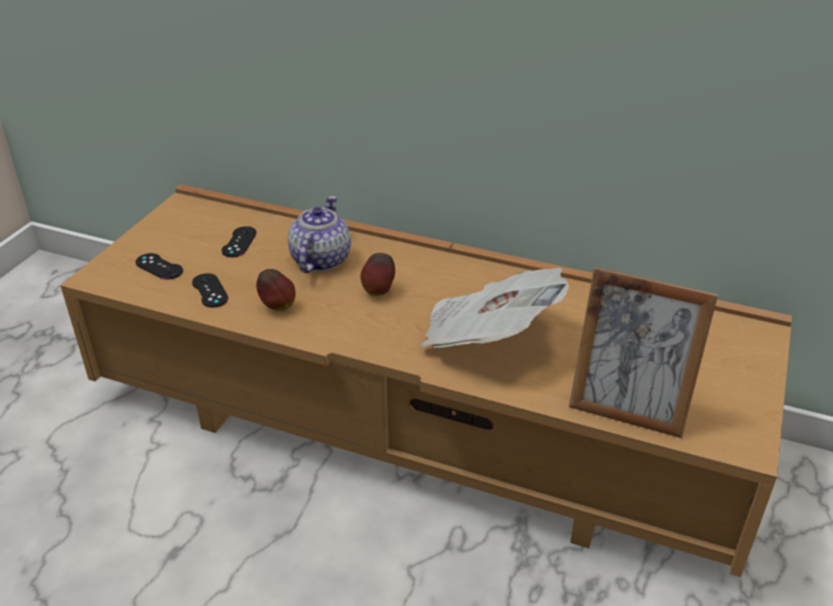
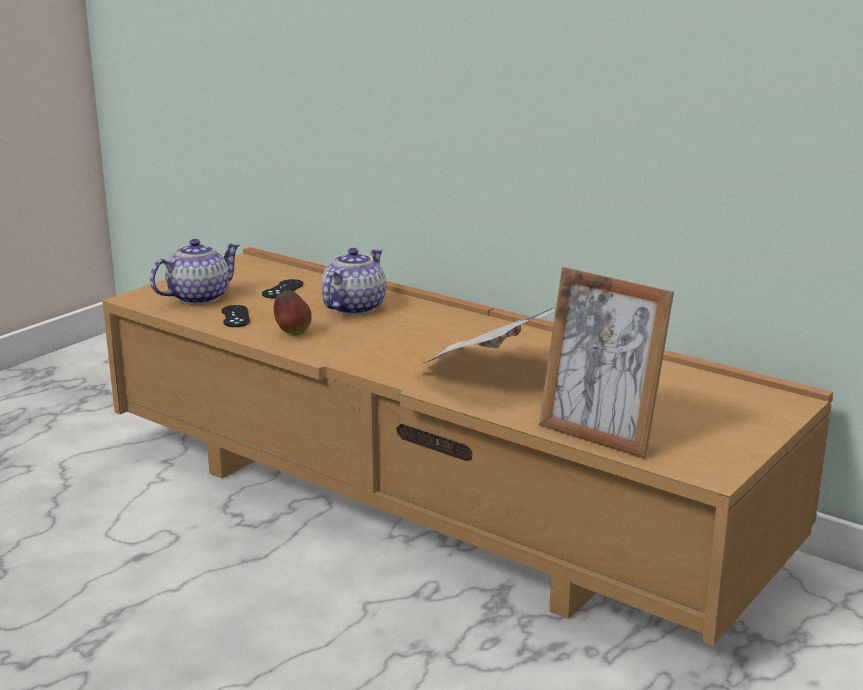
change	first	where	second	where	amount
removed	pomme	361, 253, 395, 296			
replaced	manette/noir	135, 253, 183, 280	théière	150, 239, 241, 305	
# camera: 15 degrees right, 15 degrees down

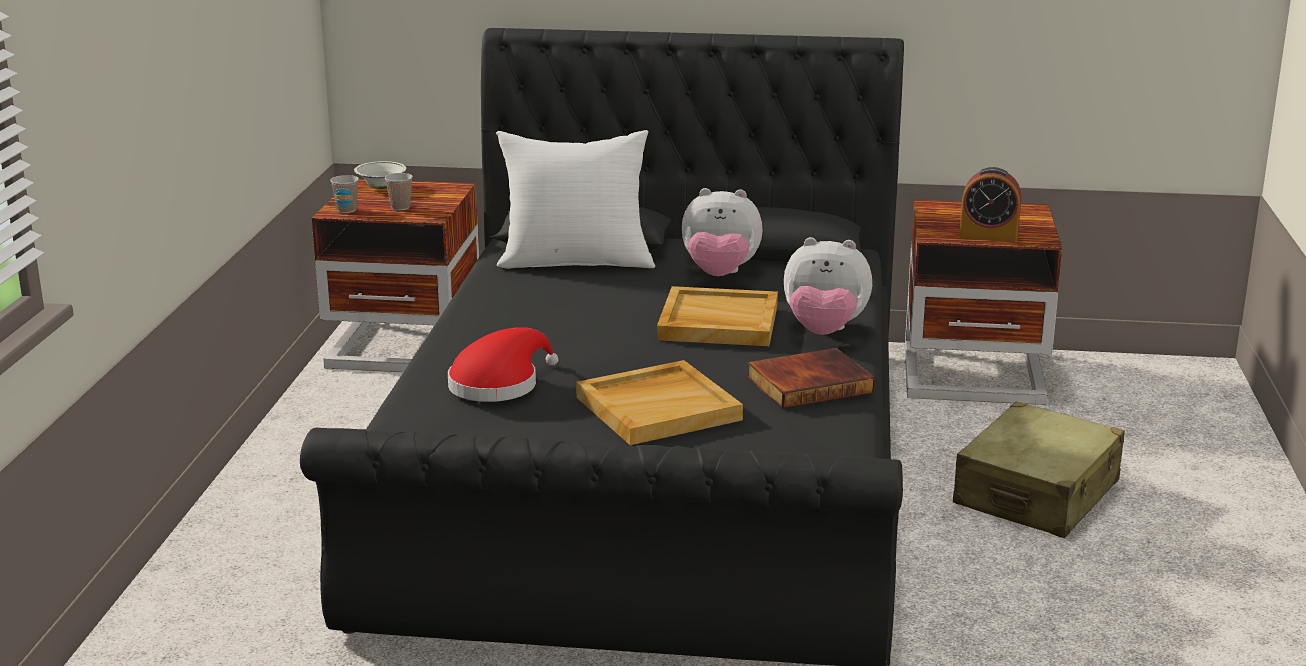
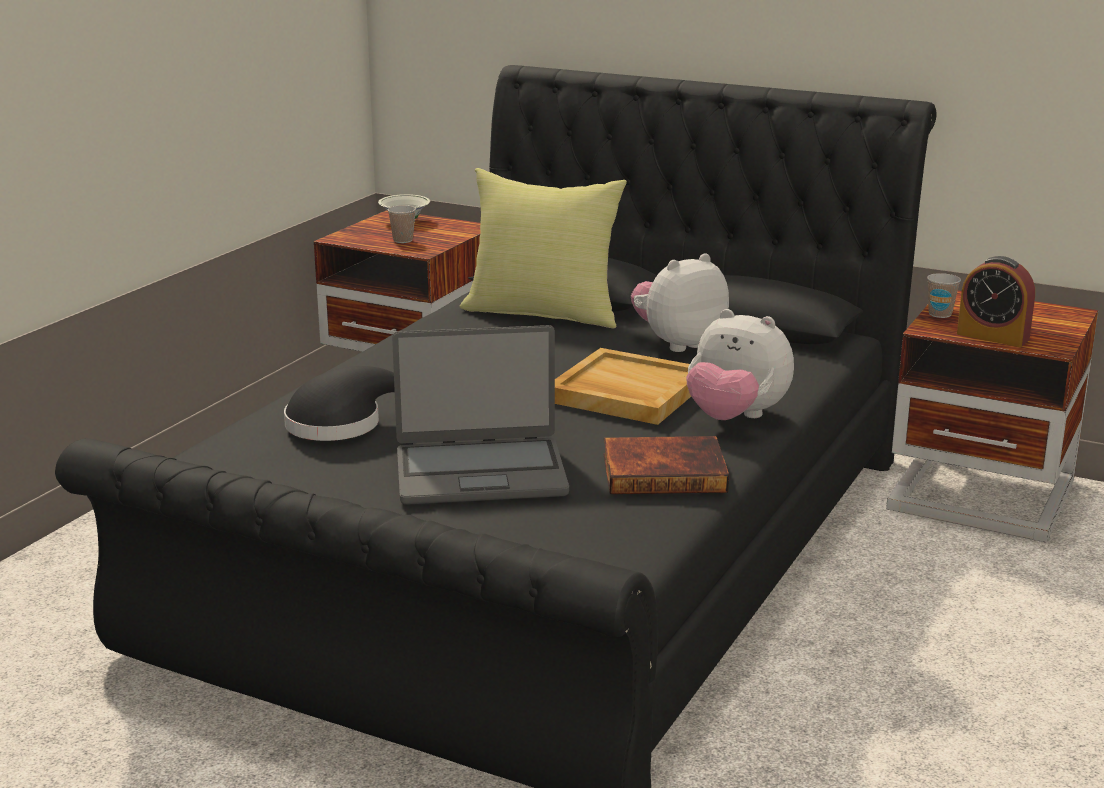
change	first	where	second	where	amount
removed	valise/beige	953, 402, 1125, 538			
moved	tasse	330, 175, 359, 213		927, 273, 961, 318	
replaced	plateau/beige	576, 360, 743, 445	ordinateur portable	392, 325, 569, 505	
recoloured	chapeau/rouge	448, 327, 558, 402	chapeau/noir	284, 366, 395, 441	
recoloured	coussin/blanc	496, 130, 655, 269	coussin/jaune	460, 168, 627, 328	
turned	peluche	682, 188, 763, 276		631, 253, 729, 352	120 degrees clockwise
# camera: 20 degrees right, 0 degrees up

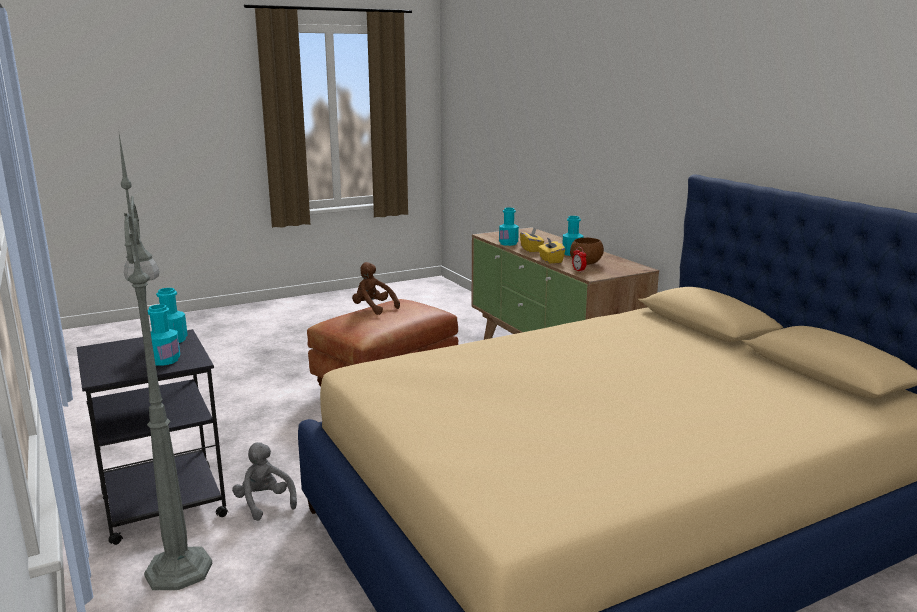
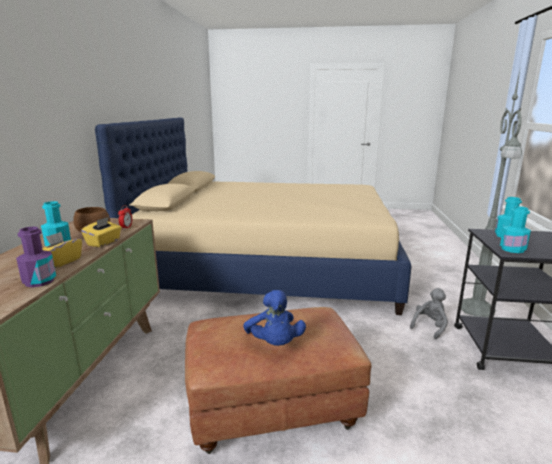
change	first	where	second	where	amount
recoloured	peluche/marron	352, 262, 400, 315	peluche/bleu	243, 290, 306, 346	
recoloured	bouteille/turquoise	499, 208, 519, 246	bouteille/violet	16, 226, 56, 287	
turned	peluche/gris	232, 442, 297, 521		410, 288, 448, 340	135 degrees counterclockwise
# camera: 145 degrees left, 0 degrees up

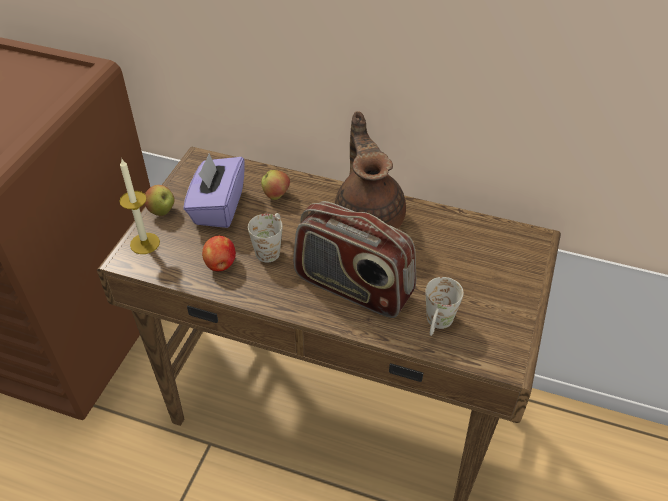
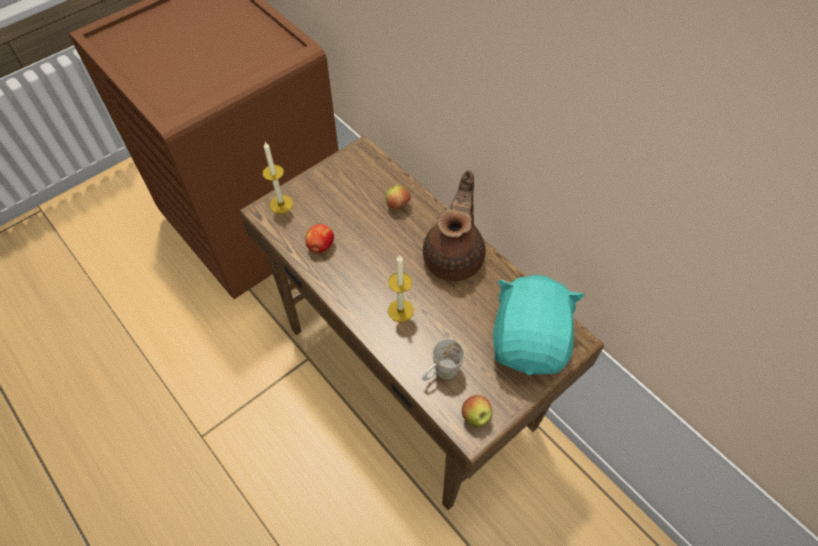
change	first	where	second	where	amount
removed	boîte à mouchoirs/violet	183, 154, 245, 228			
removed	mug/blanc	248, 213, 283, 263			
added			peluche/turquoise	493, 275, 585, 376	
moved	pomme	144, 185, 175, 216		462, 395, 493, 427	
replaced	radio	293, 201, 416, 318	bougie	388, 255, 414, 322	
# camera: 30 degrees right, 10 degrees up

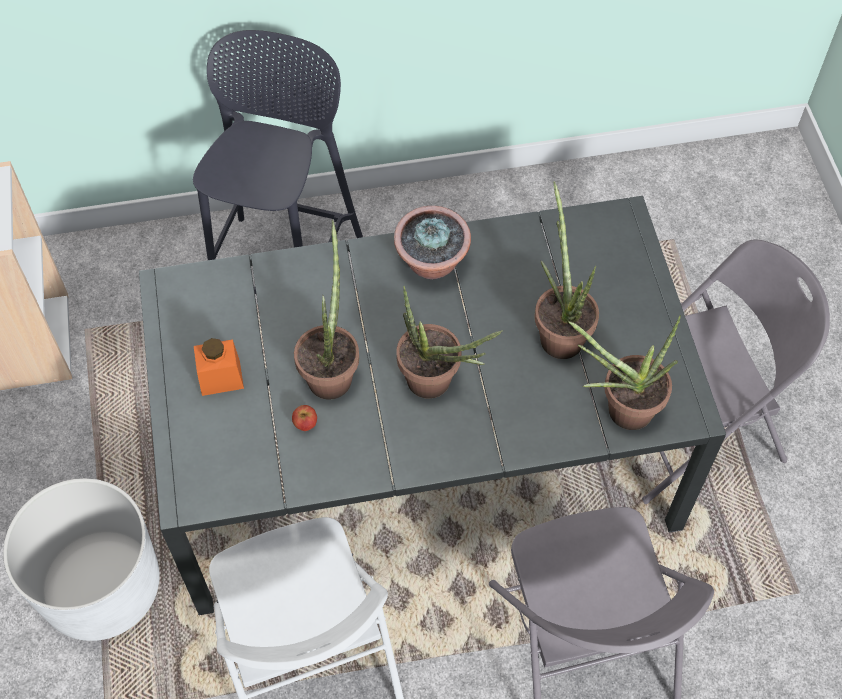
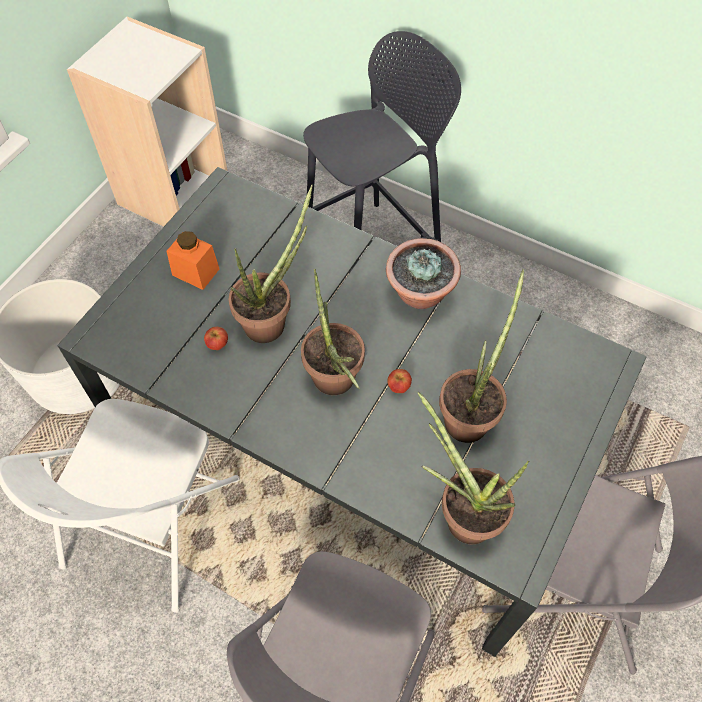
change	first	where	second	where	amount
added			pomme	387, 369, 412, 393	
# camera: 40 degrees right, 0 degrees up

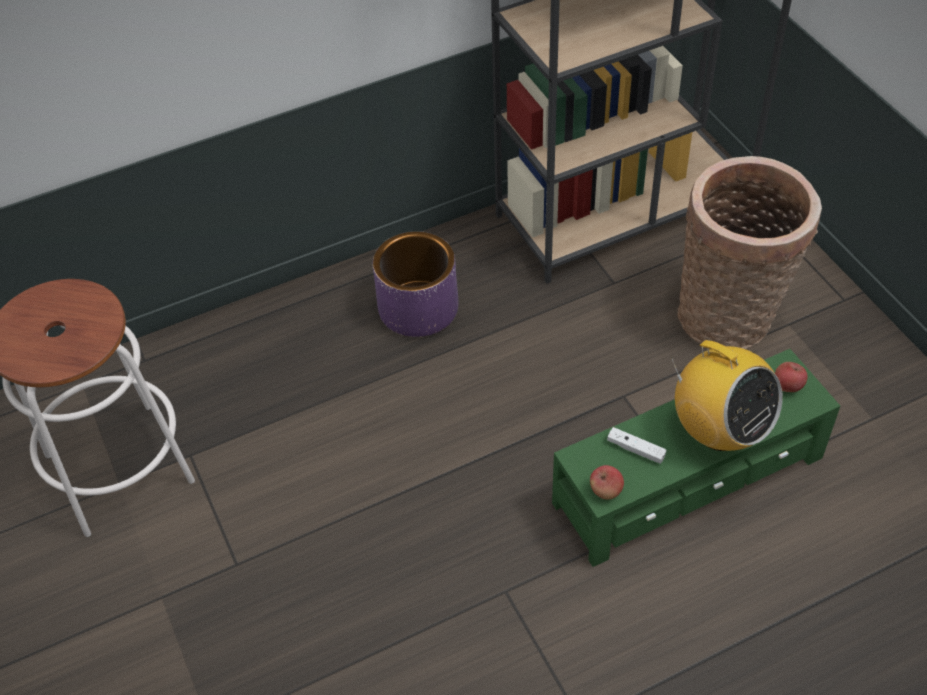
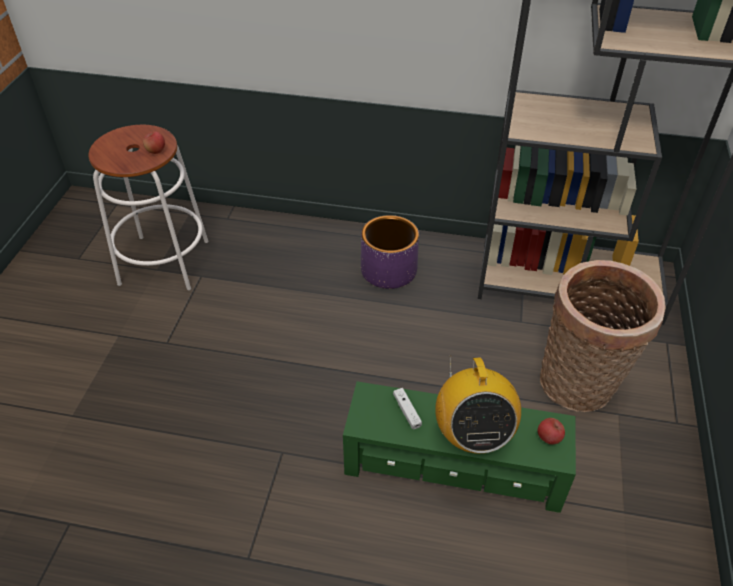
change	first	where	second	where	amount
moved	pomme	590, 465, 624, 499		143, 131, 165, 154	
# camera: 35 degrees right, 5 degrees down

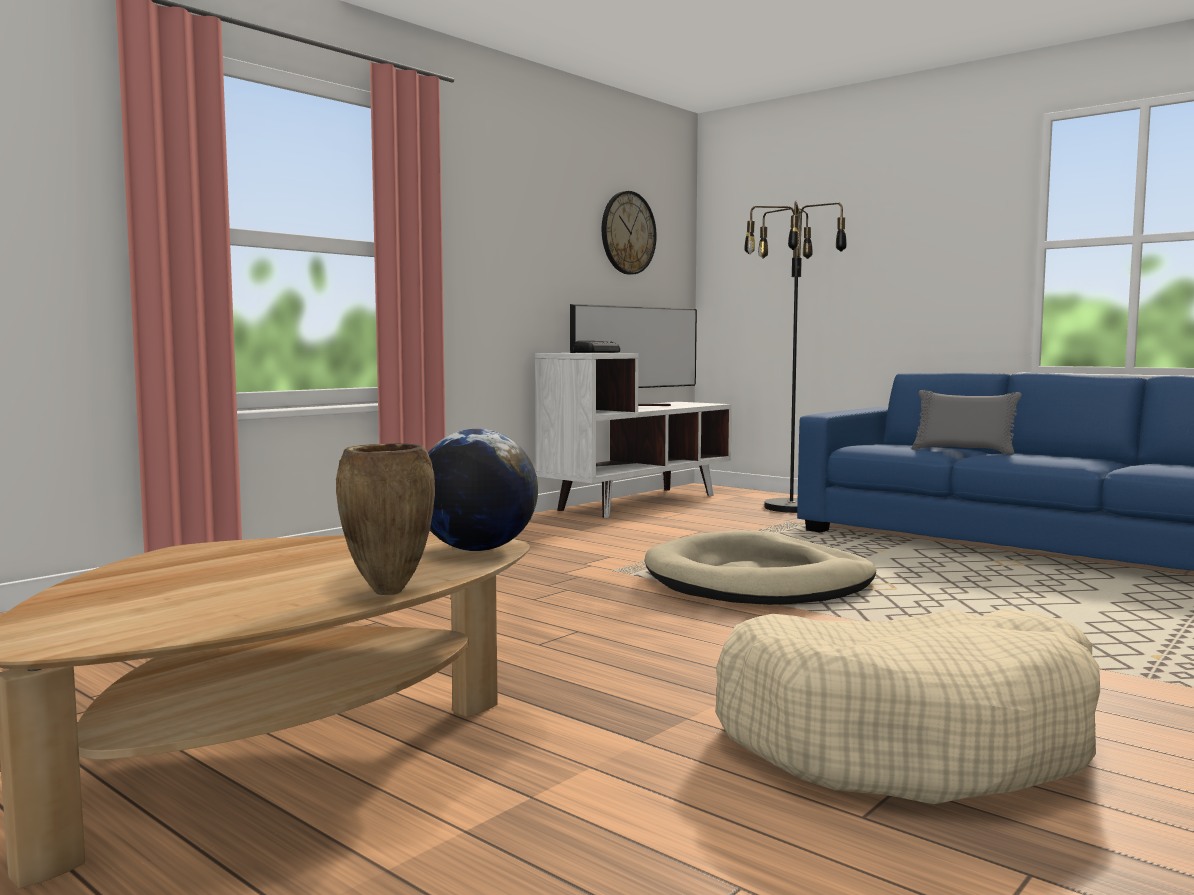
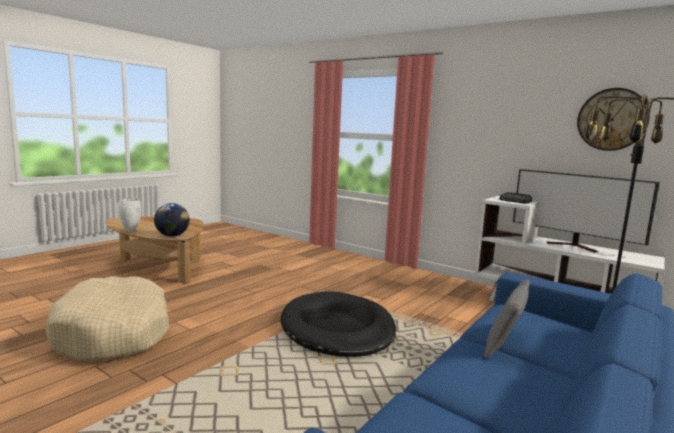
change	first	where	second	where	amount
recoloured	vase/marron	336, 443, 435, 595	vase/blanc	118, 199, 141, 232	
recoloured	panier pour chien/beige	645, 530, 876, 605	panier pour chien/noir	281, 291, 396, 357	
# camera: 85 degrees right, 5 degrees up

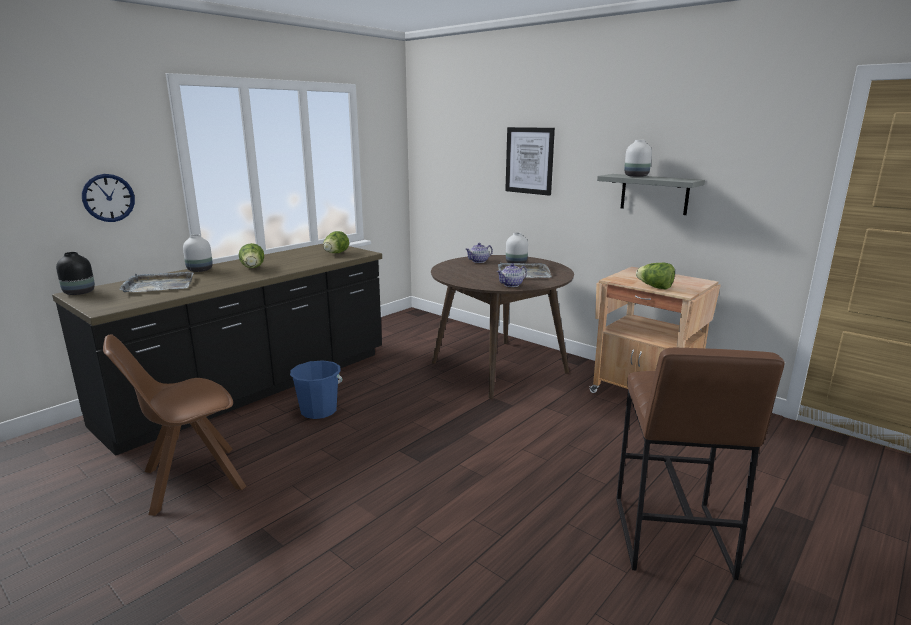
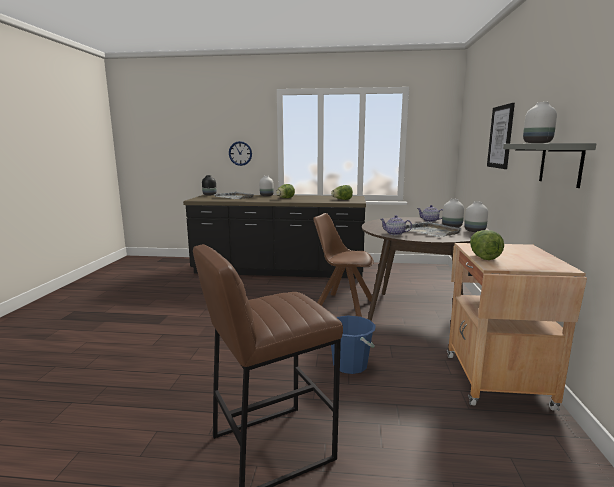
change	first	where	second	where	amount
added			vase/blanc	464, 201, 488, 232	
moved	chaise/marron	103, 334, 246, 516		313, 213, 374, 317	
moved	seau/bleu	290, 360, 342, 419		331, 316, 376, 374	
# camera: 55 degrees right, 5 degrees down

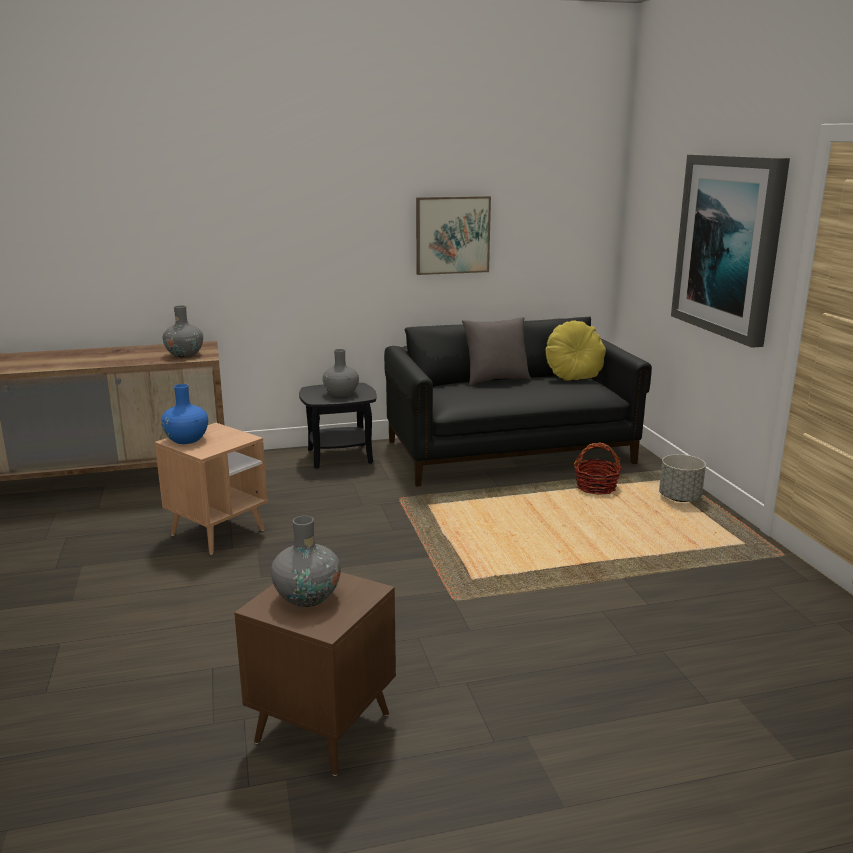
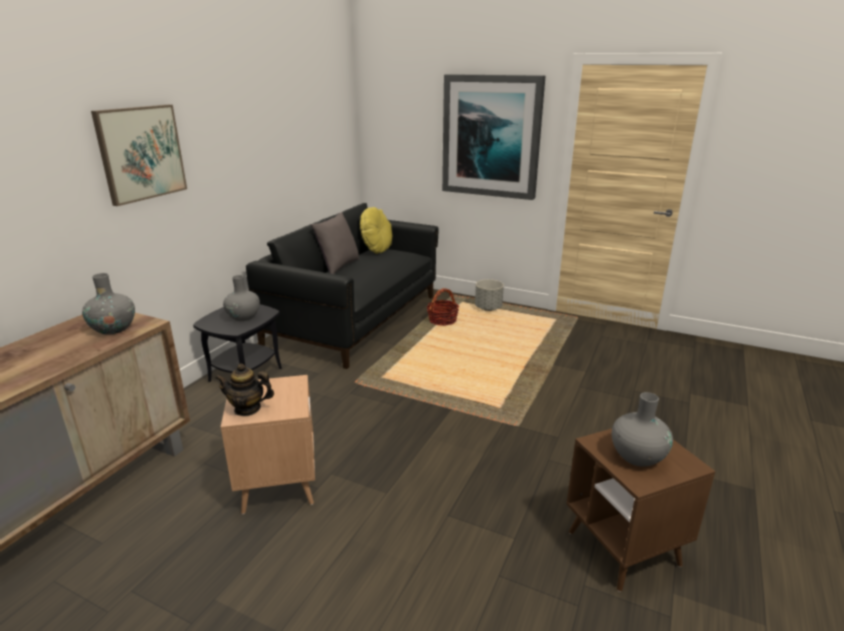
change	first	where	second	where	amount
moved	tableau	416, 196, 491, 275		91, 105, 187, 206	
replaced	vase/bleu	161, 384, 208, 444	théière	215, 364, 274, 416	
# camera: 50 degrees left, 5 degrees up

